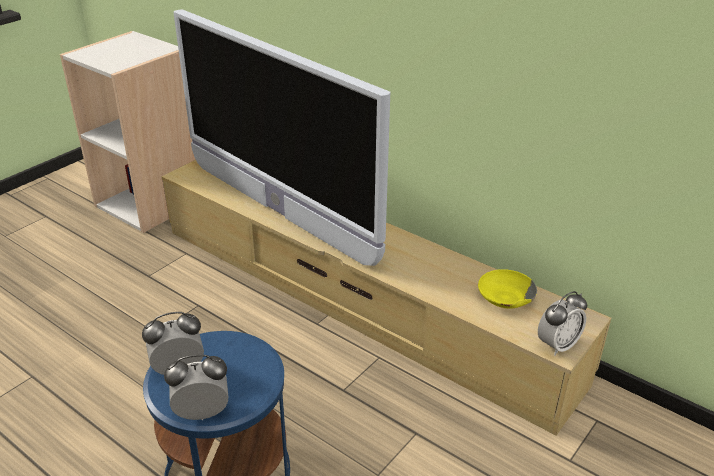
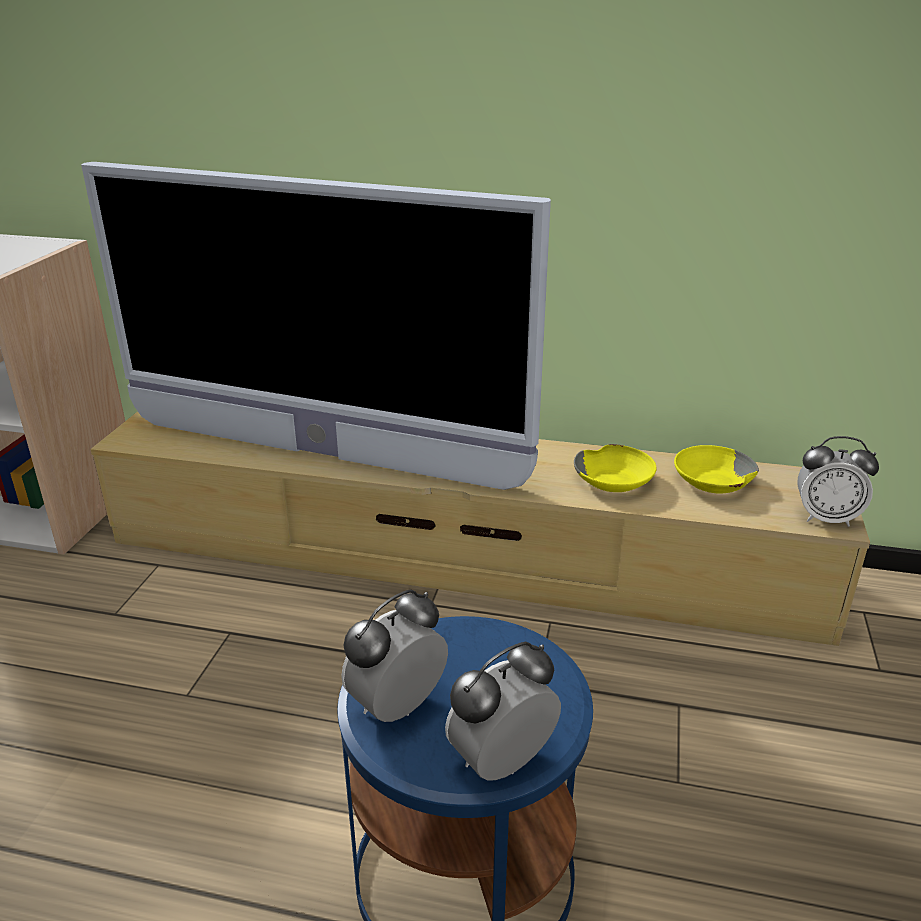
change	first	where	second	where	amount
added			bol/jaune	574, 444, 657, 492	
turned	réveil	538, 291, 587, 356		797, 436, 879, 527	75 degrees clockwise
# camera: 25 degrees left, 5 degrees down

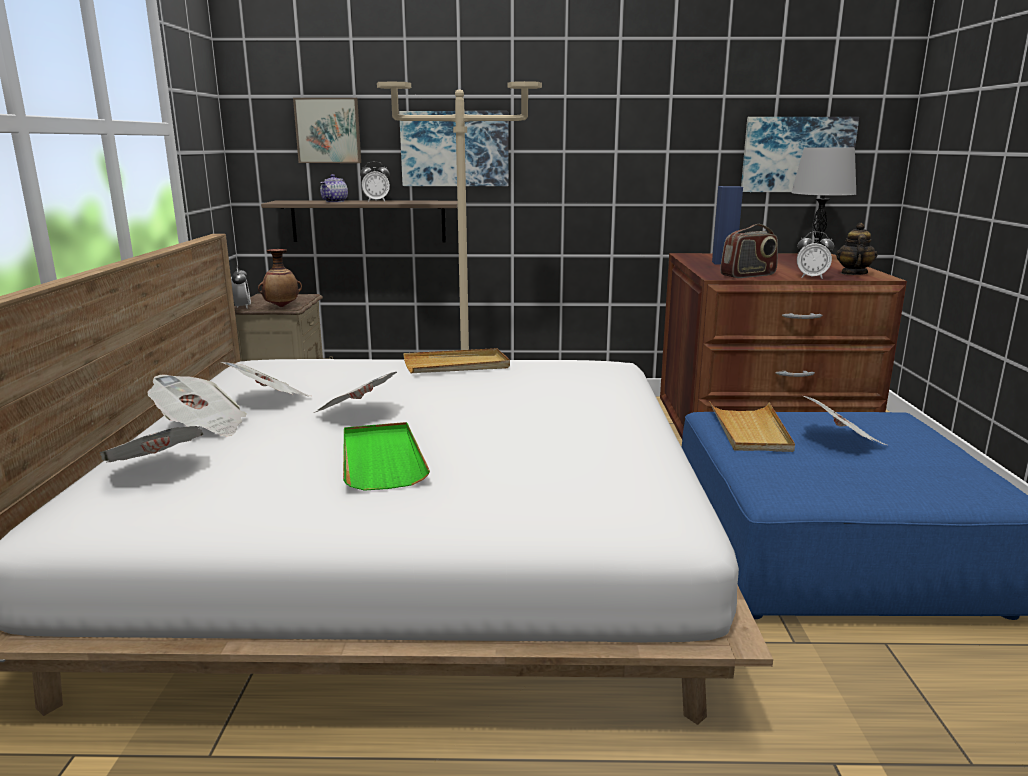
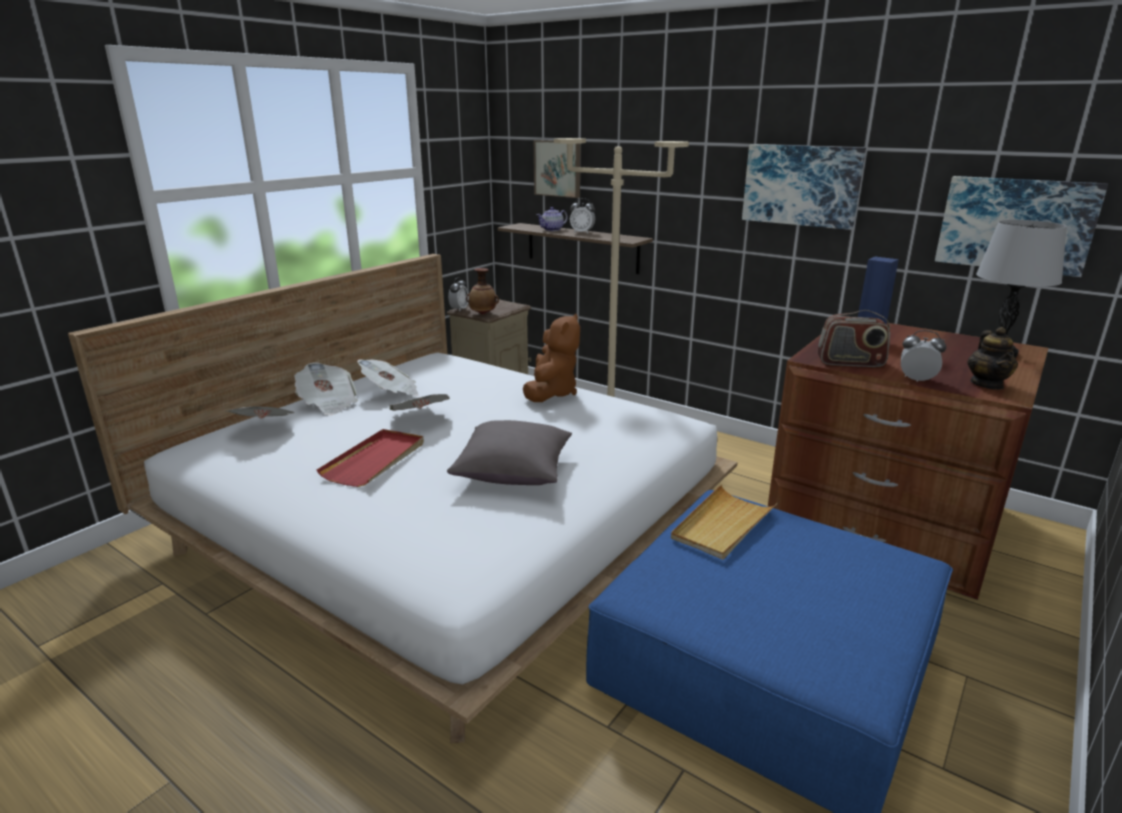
change	first	where	second	where	amount
removed	journal	804, 396, 886, 445			
added			coussin/gris	447, 420, 572, 485	
moved	tableau	399, 111, 509, 186		742, 144, 866, 230	
replaced	plateau/beige	403, 348, 510, 373	peluche/marron	523, 314, 580, 402	
recoloured	plateau/vert	343, 422, 430, 491	plateau/rouge	317, 429, 424, 487	
turned	réveil	797, 232, 834, 279		901, 330, 946, 382	150 degrees clockwise
turned	théière	836, 223, 877, 275		968, 327, 1018, 390	135 degrees clockwise
# camera: 35 degrees right, 5 degrees up

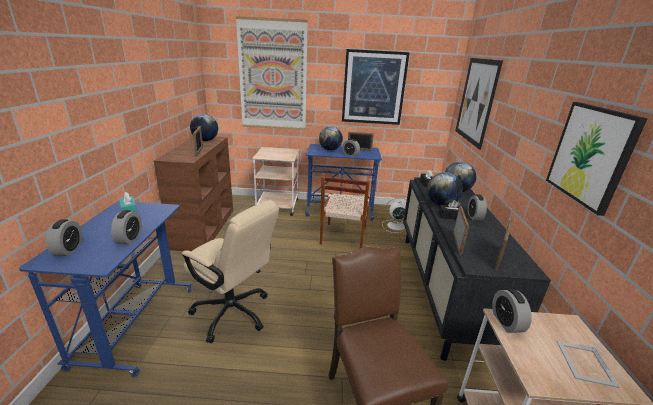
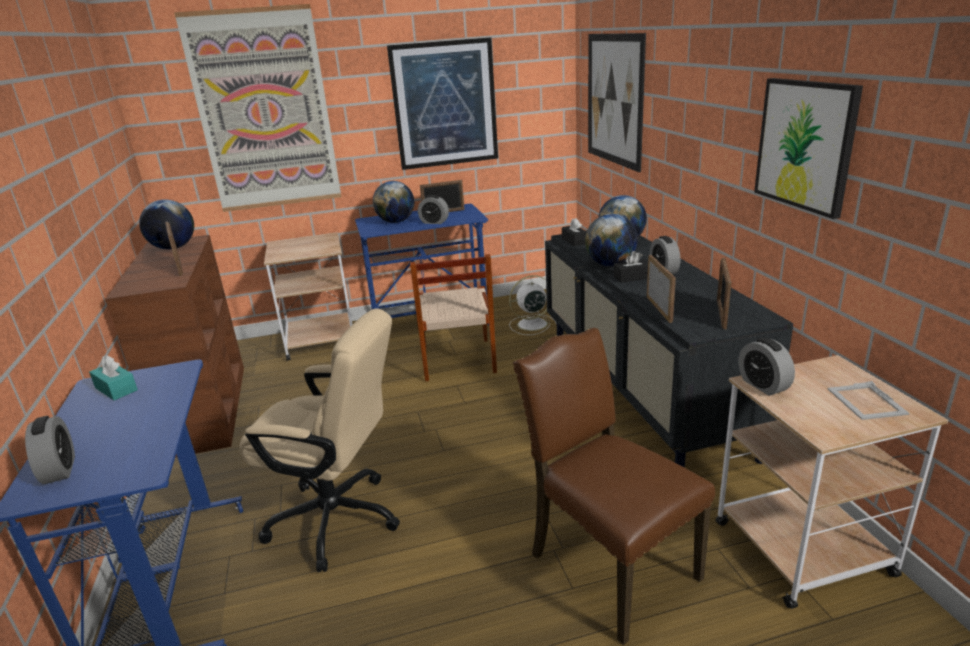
change	first	where	second	where	amount
removed	réveil	111, 210, 142, 245			
# camera: 15 degrees left, 0 degrees up

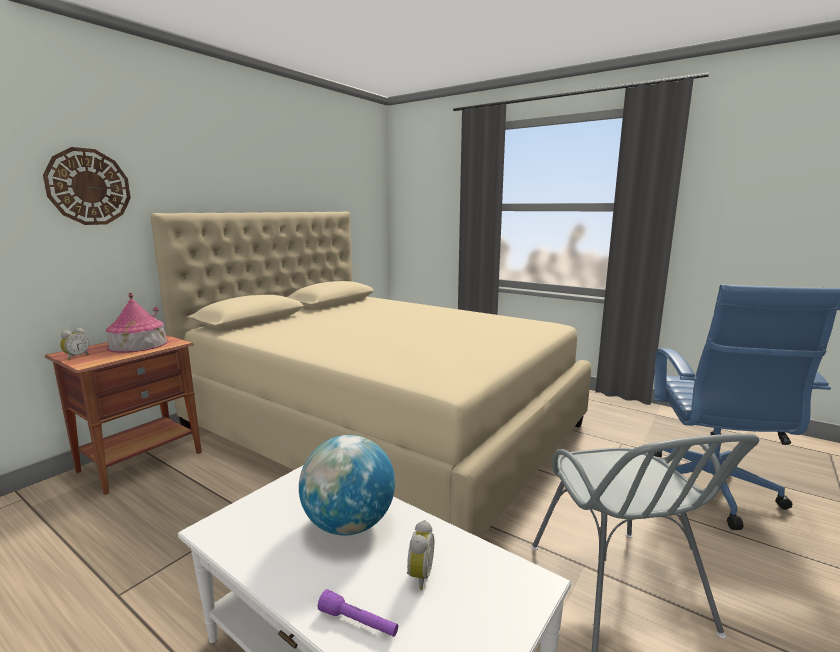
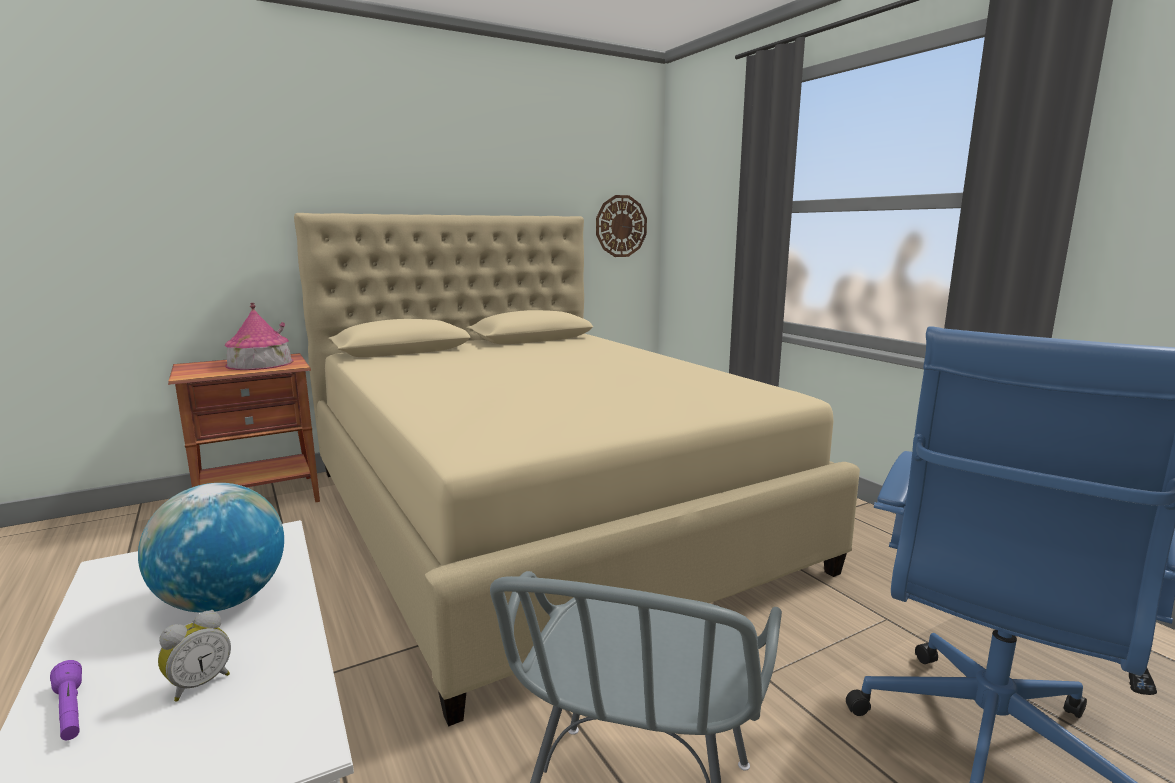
change	first	where	second	where	amount
removed	réveil	60, 328, 89, 360			
moved	horloge murale	43, 147, 131, 225		596, 195, 647, 257	
# camera: 25 degrees right, 0 degrees up

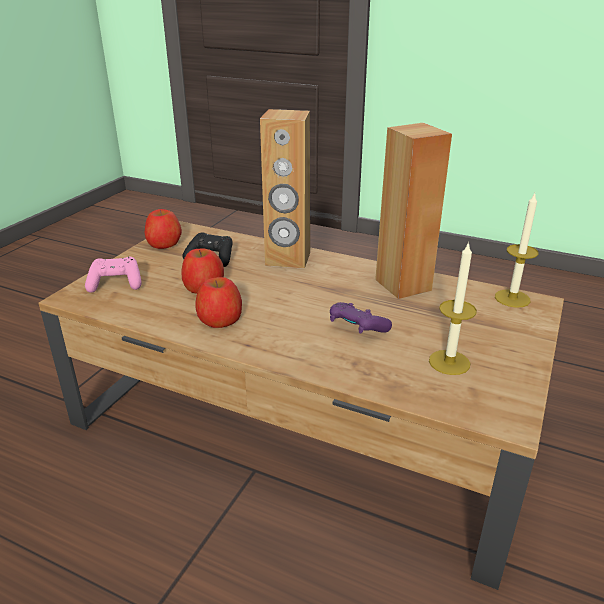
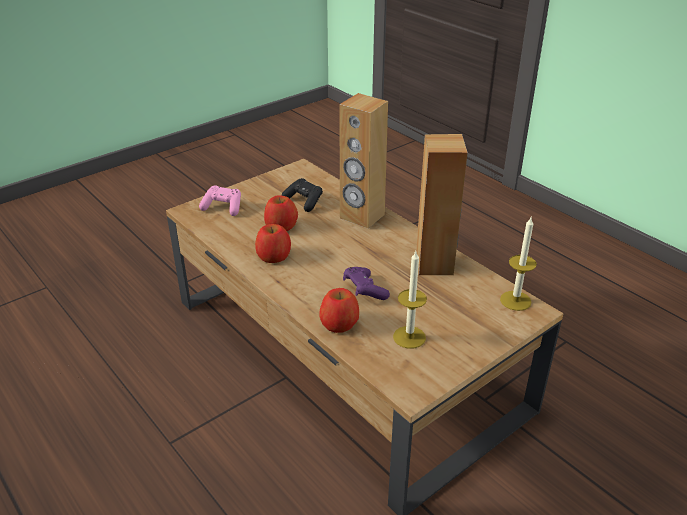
change	first	where	second	where	amount
moved	pomme	144, 209, 182, 249		319, 288, 359, 333	
# camera: 25 degrees right, 5 degrees up

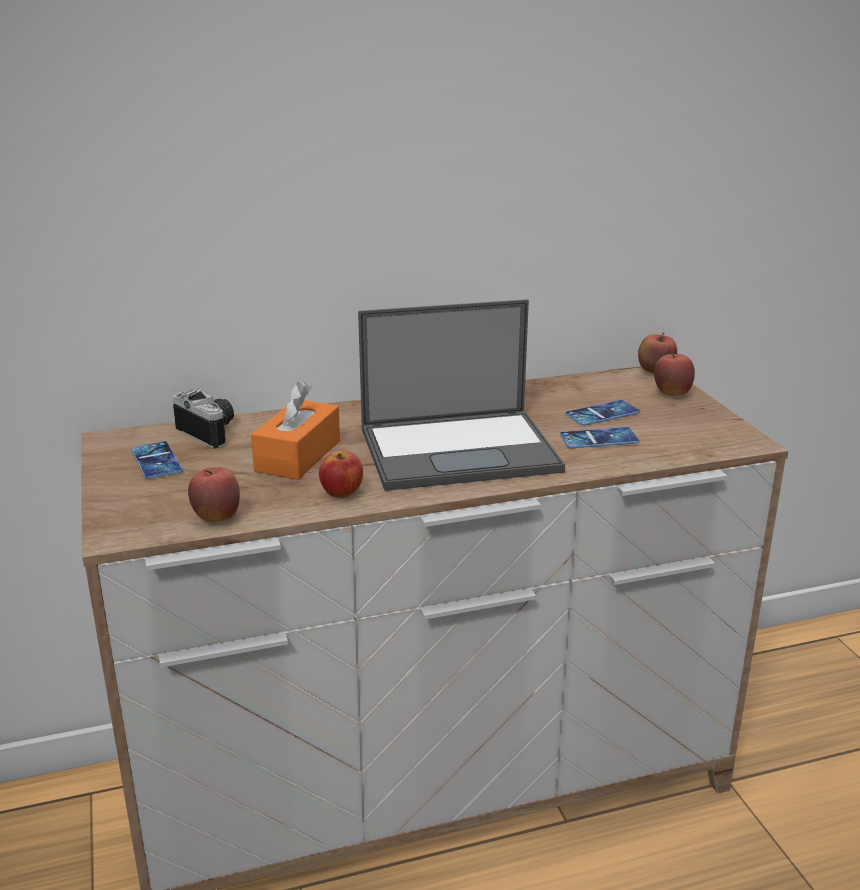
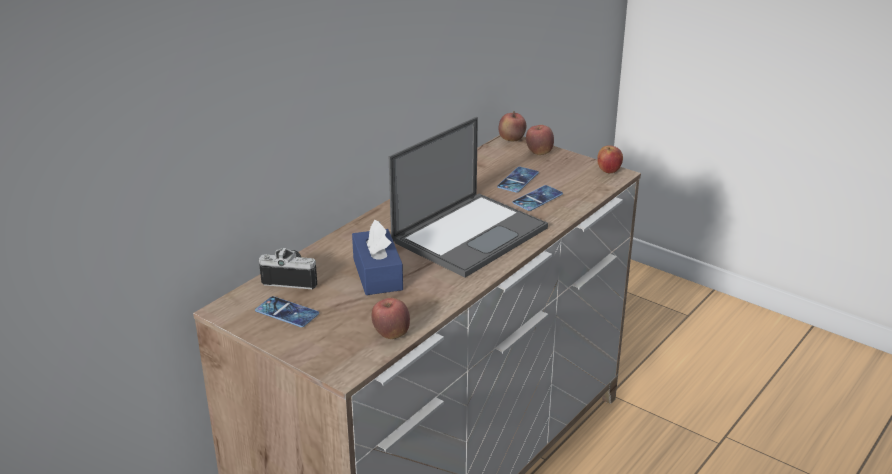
change	first	where	second	where	amount
moved	pomme	319, 450, 363, 498		597, 145, 623, 173	
recoloured	boîte à mouchoirs/orange	251, 382, 340, 480	boîte à mouchoirs/bleu	352, 220, 403, 295	
# camera: 35 degrees left, 5 degrees up

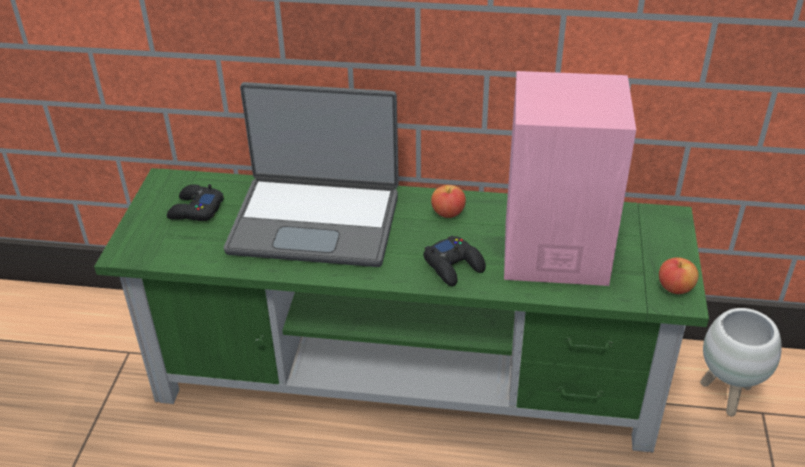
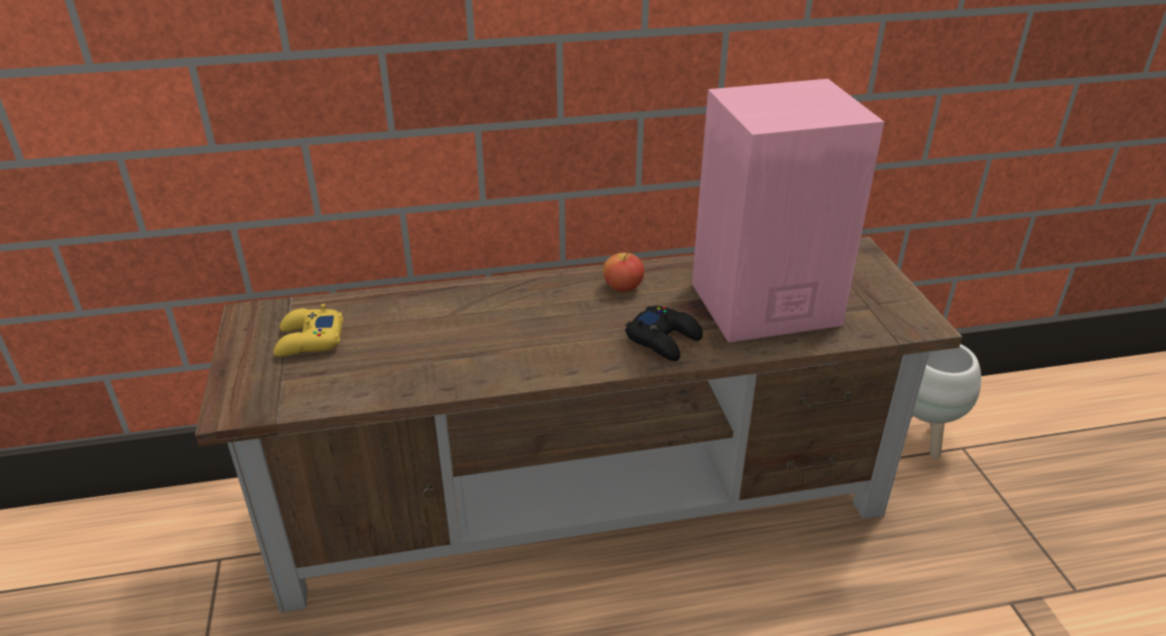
change	first	where	second	where	amount
removed	ordinateur portable	224, 82, 399, 267			
removed	pomme	659, 257, 699, 294			
recoloured	meuble télé/vert	94, 168, 709, 453	meuble télé/marron	195, 237, 962, 613	
recoloured	manette/noir	167, 184, 224, 221	manette/jaune	274, 304, 343, 357	
# camera: 20 degrees left, 5 degrees down

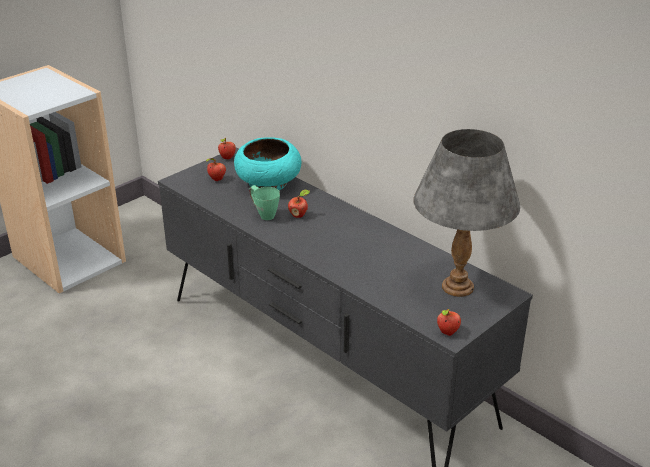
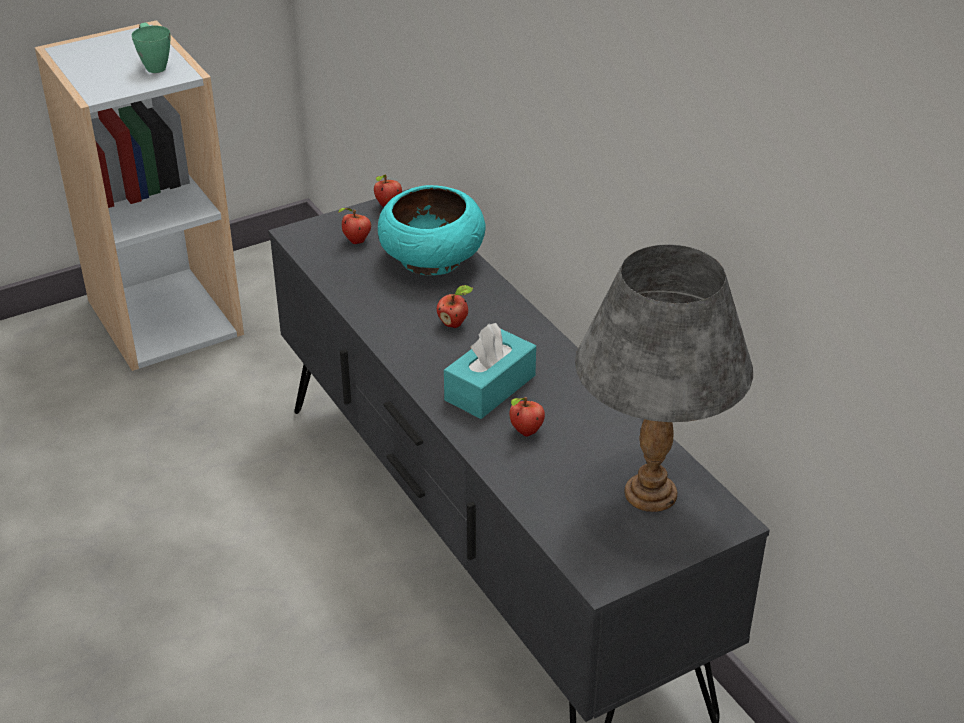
change	first	where	second	where	amount
added			boîte à mouchoirs/turquoise	444, 323, 536, 419	
moved	mug/vert	249, 185, 280, 220		132, 23, 171, 73	
moved	pomme	437, 309, 461, 336		509, 397, 545, 437	
# camera: 15 degrees right, 5 degrees up

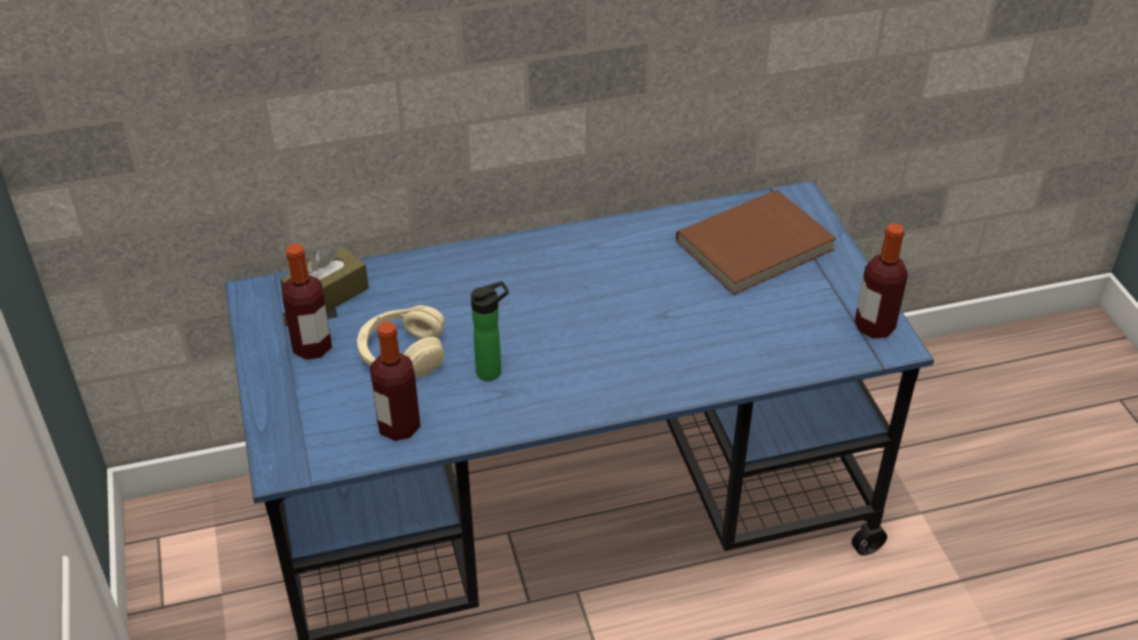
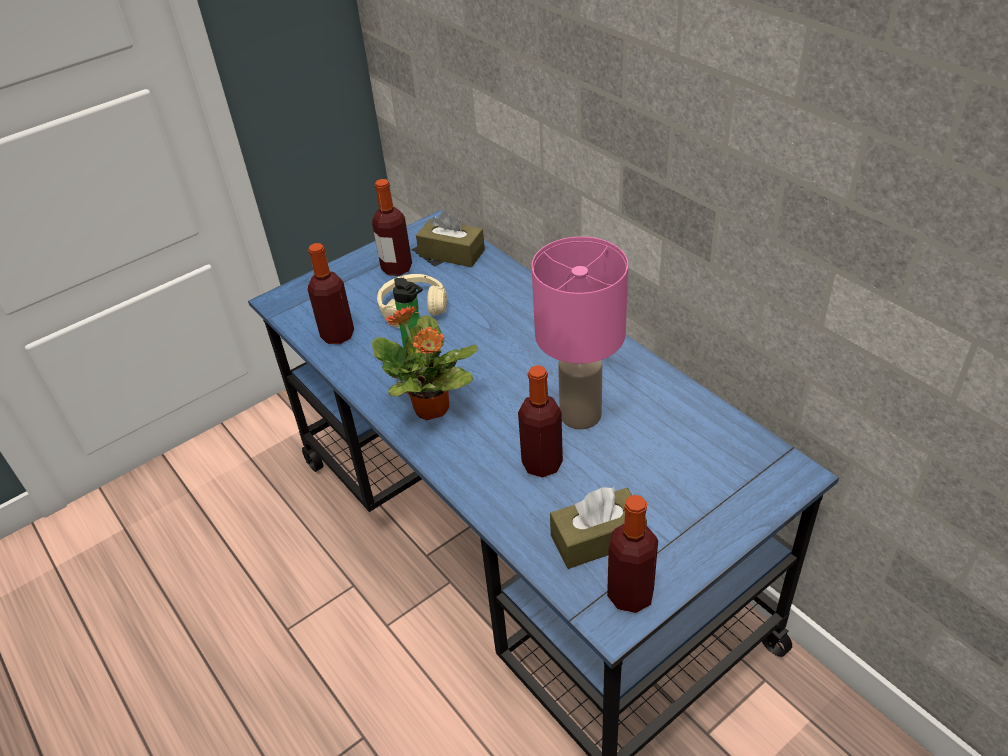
change	first	where	second	where	amount
removed	livre/marron	676, 190, 836, 295			
added			plante en pot	372, 306, 478, 420	
added			bouteille	518, 365, 563, 478	
added			lampe de table/rose	532, 237, 628, 429	
added			boîte à mouchoirs/marron	550, 486, 647, 569	
# camera: 70 degrees right, 0 degrees up

